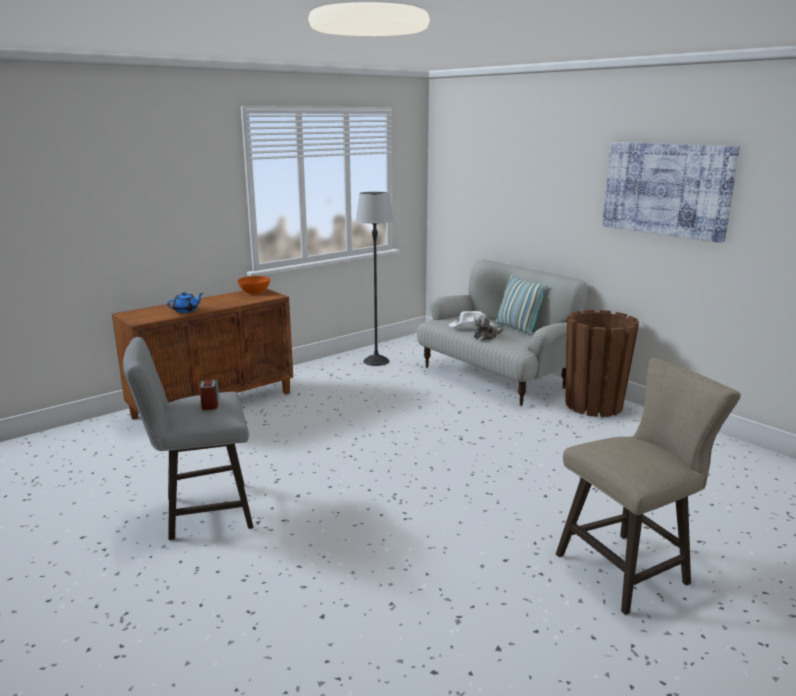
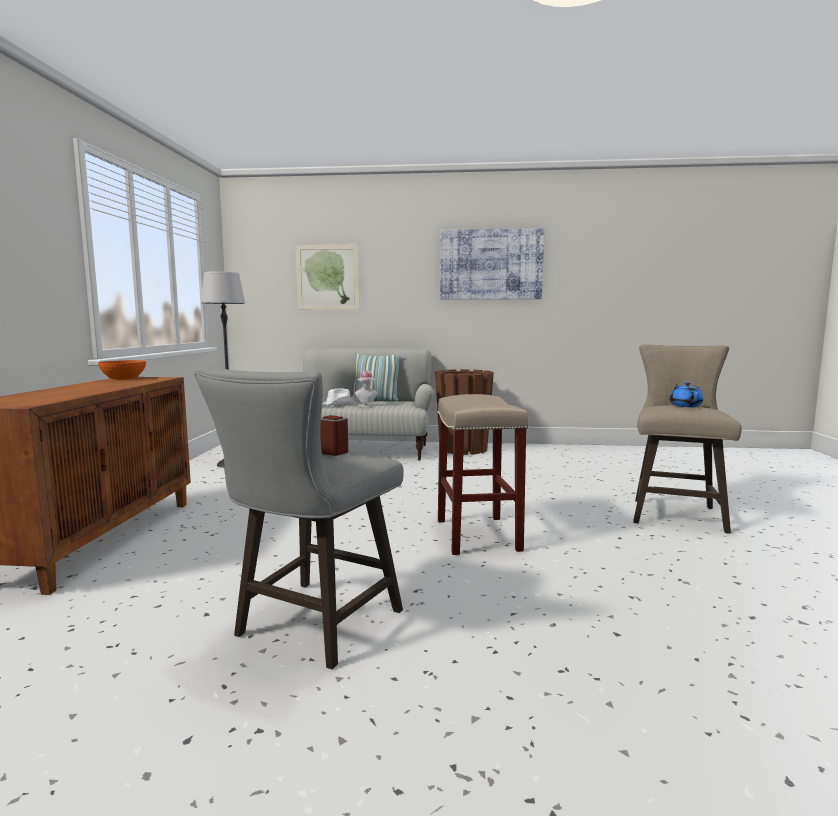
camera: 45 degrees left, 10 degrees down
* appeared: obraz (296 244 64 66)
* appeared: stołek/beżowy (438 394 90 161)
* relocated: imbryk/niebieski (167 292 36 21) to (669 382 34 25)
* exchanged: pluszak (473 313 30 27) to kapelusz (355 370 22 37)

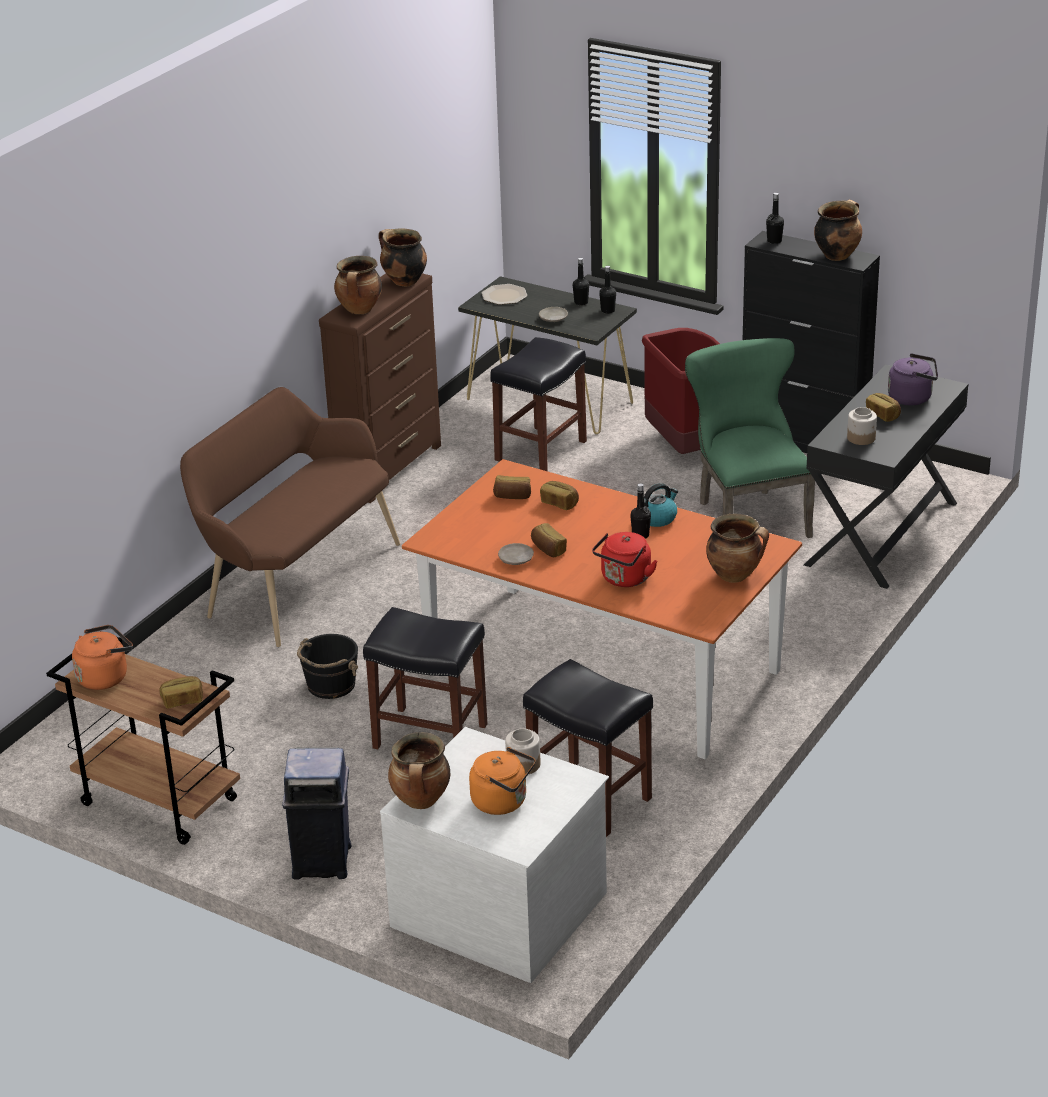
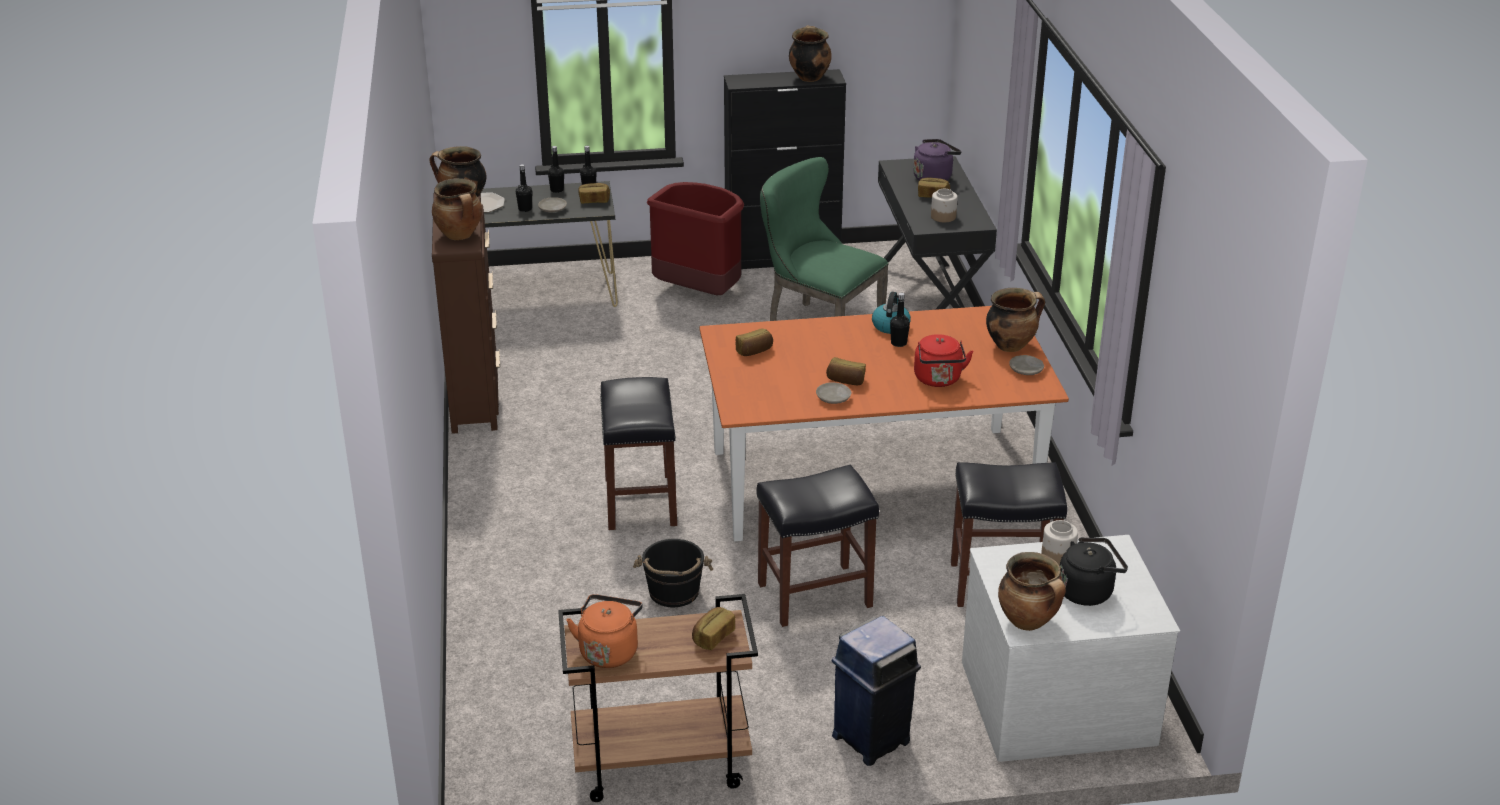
camera: 40 degrees left, 0 degrees up
* missing: ławka/brązowy (180 387 220 260)
* appeared: talerz/beżowy (1009 355 35 20)
* relocated: stołek/czarny (490 337 97 134) to (600 377 77 153)
* relocated: chleb (540 481 39 29) to (578 183 32 21)
* relocated: butelka/czarny (766 193 18 51) to (516 164 16 48)
* colour: czajnik/pomarańczowy (469 747 66 68) to czajnik/czarny (1059 537 69 69)

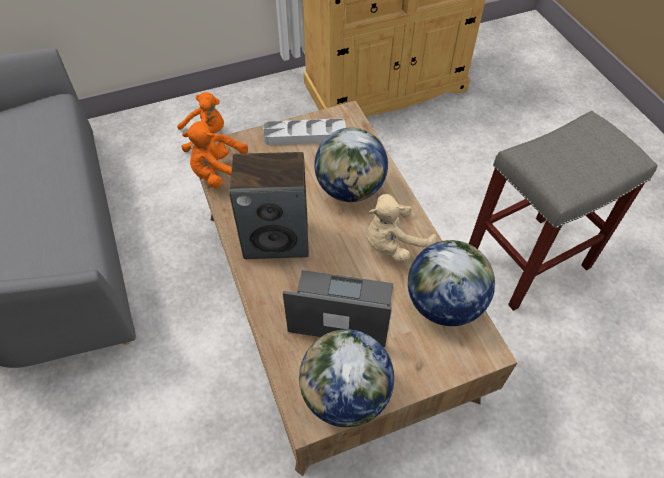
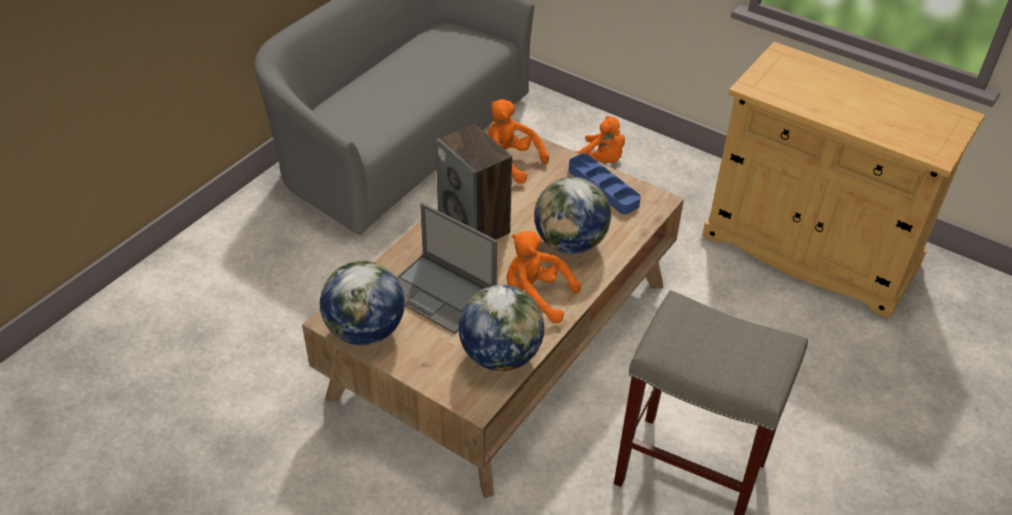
camera: 55 degrees right, 10 degrees down
* colour: taca/szary (263 118 83 27) to taca/niebieski (569 153 72 61)
* colour: pluszak/beżowy (367 194 70 69) to pluszak/pomarańczowy (507 231 74 92)
* spun: laptop (283 270 110 77) = (396 203 101 131) 150 degrees clockwise

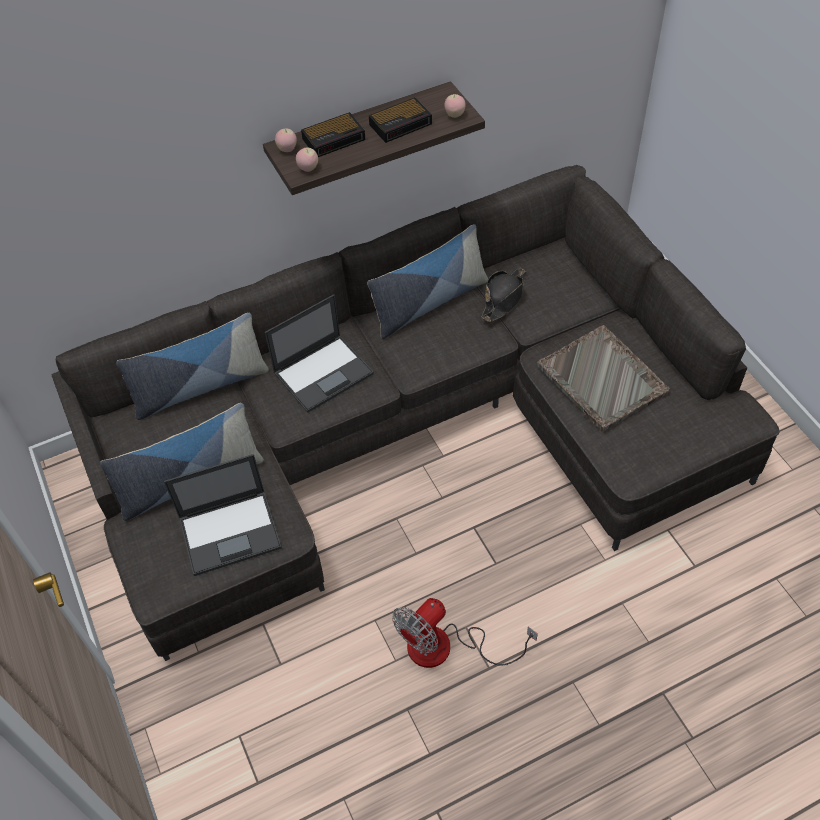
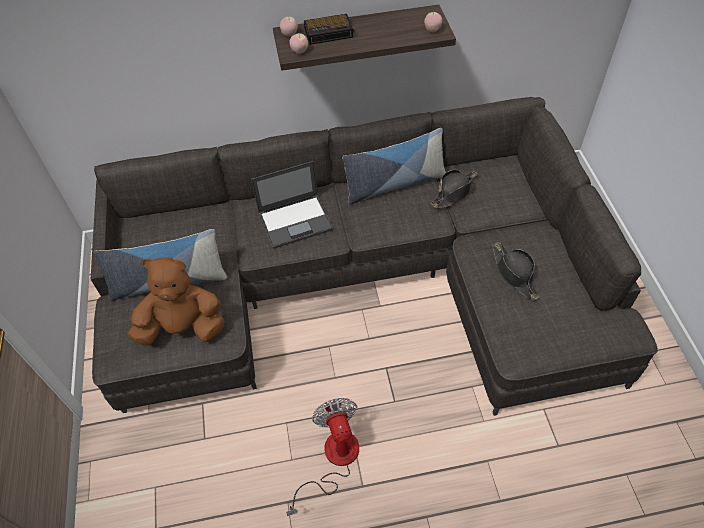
camera: 15 degrees right, 0 degrees up
* missing: poduszka (116 313 153 107)
* missing: budzik (369 98 63 45)
* exchanged: laptop (164 454 118 122) to pluszak/brązowy (127 258 98 88)
* exchanged: taca/szary (537 325 133 107) to kapelusz/czarny (492 242 48 59)
* spun: wentylator (392 598 146 70) = (286 398 73 118) 105 degrees clockwise

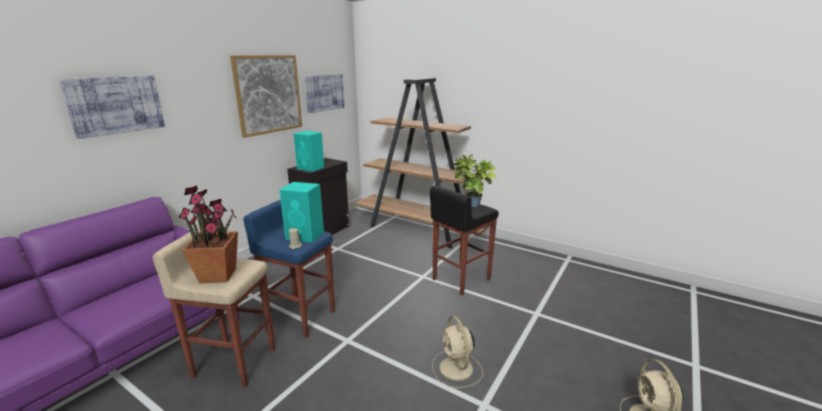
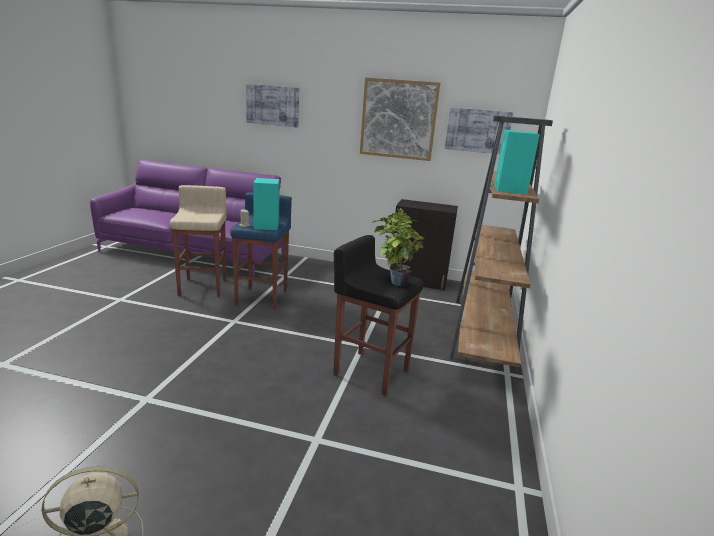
camera: 70 degrees right, 0 degrees up
* missing: roślina doniczkowa (178 186 60 97)
* missing: wentylator/beżowy (432 316 51 72)
* relocated: głośnik/turkusowy (293 131 31 41) to (494 130 46 64)

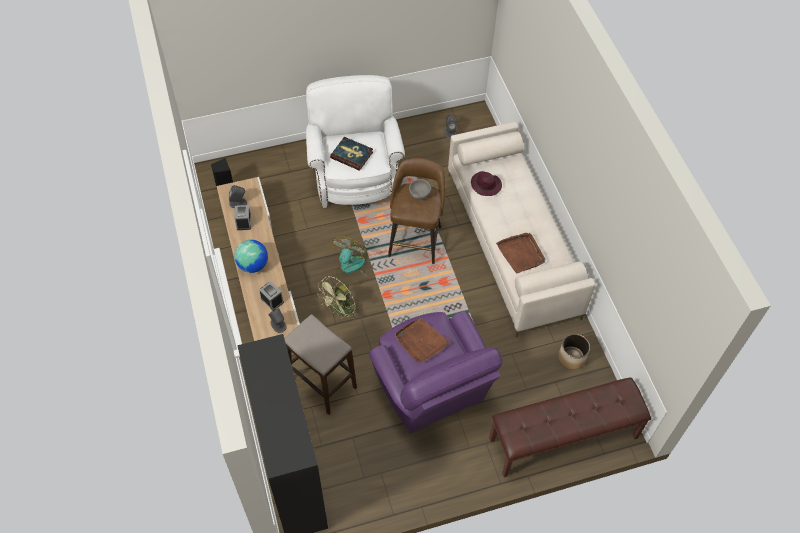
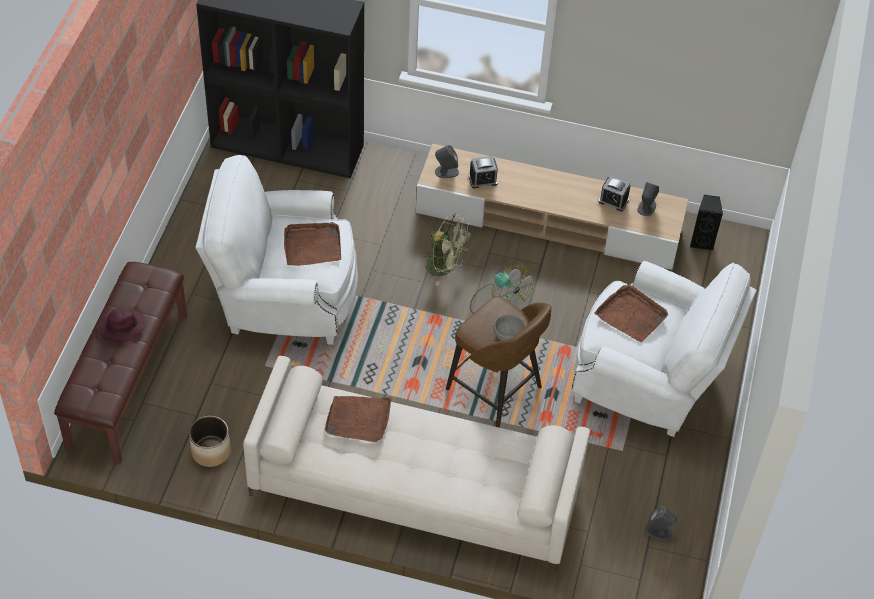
camera: 120 degrees right, 5 degrees down
* missing: globus (234 240 34 33)
* missing: stołek (284 314 73 101)
* relocated: kapelusz/fioletowy (471 171 31 25) to (98 308 48 34)
* exchanged: książka (330 137 43 34) to taca/brązowy (594 284 74 58)
* colour: fotel/fioletowy (369 311 134 123) to fotel/biały (195 155 163 190)
* spun: wentylator/zielony (318 276 42 43) = (423 213 48 73) 135 degrees clockwise

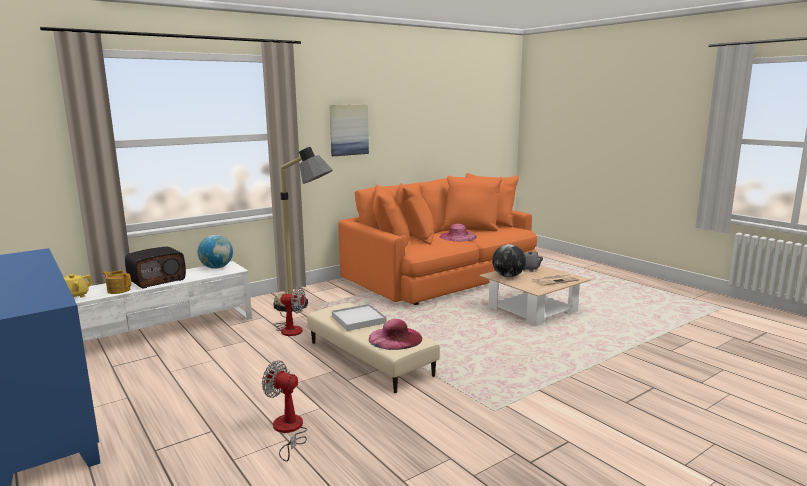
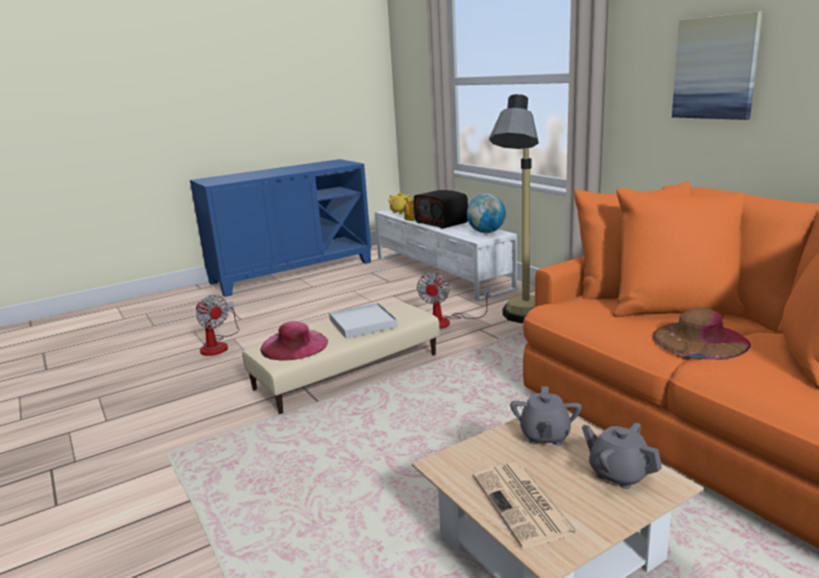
camera: 95 degrees right, 5 degrees up
* exchanged: globus (492 244 34 33) to imbryk/szary (510 386 72 59)
* colour: kapelusz/różowy (440 223 37 18) to kapelusz/brązowy (652 308 99 51)
* spun: wentylator (262 360 45 102) = (196 295 43 61) 105 degrees clockwise

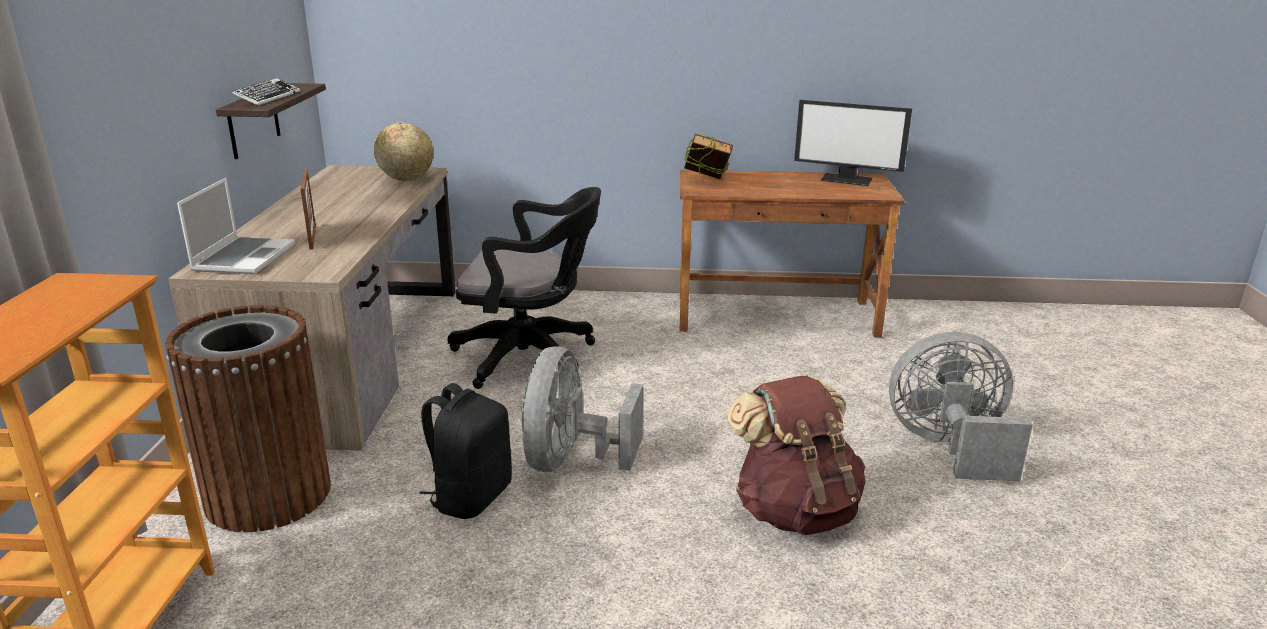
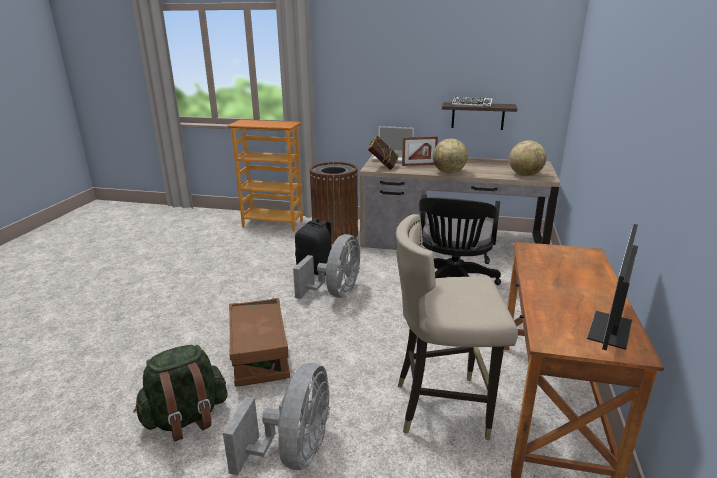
camera: 100 degrees right, 0 degrees up
* appeared: plecak/zielony (133 345 95 97)
* appeared: stołek/beżowy (396 214 122 226)
* appeared: globus (433 139 35 34)
* relocated: książka (684 134 49 45) to (368 136 31 34)
* exchanged: plecak/brązowy (727 376 139 159) to pojemnik do przechowywania/brązowy (229 298 61 89)
* spun: wentylator/szary (521 346 122 126) = (293 234 67 65) 90 degrees clockwise

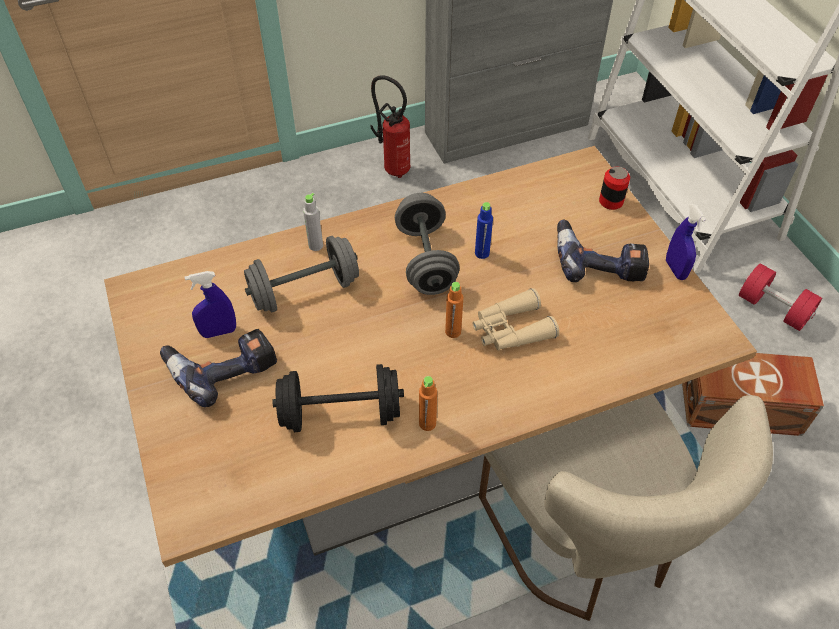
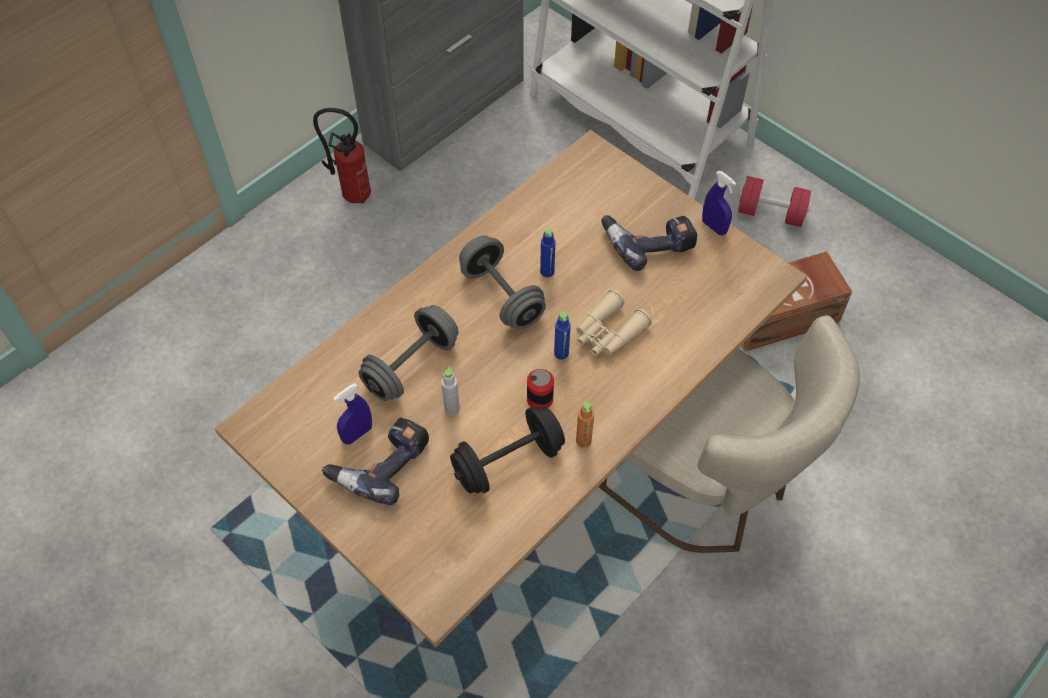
camera: 25 degrees left, 5 degrees up
* relocated: butelka/szary (303 193 20 58) to (441 366 19 50)
* relocated: puszka (599 167 31 43) to (527 369 27 39)
* colour: butelka/pomarańczowy (445 282 18 56) to butelka/niebieski (554 312 17 48)

